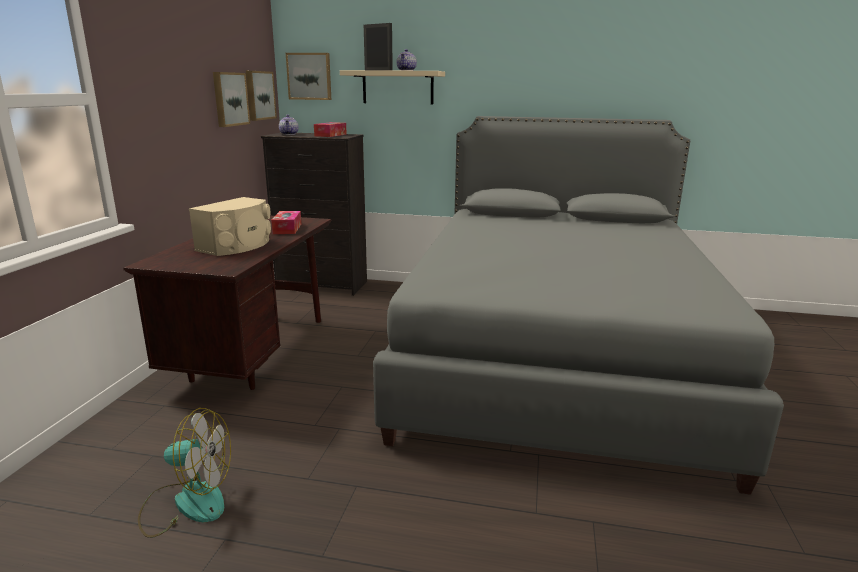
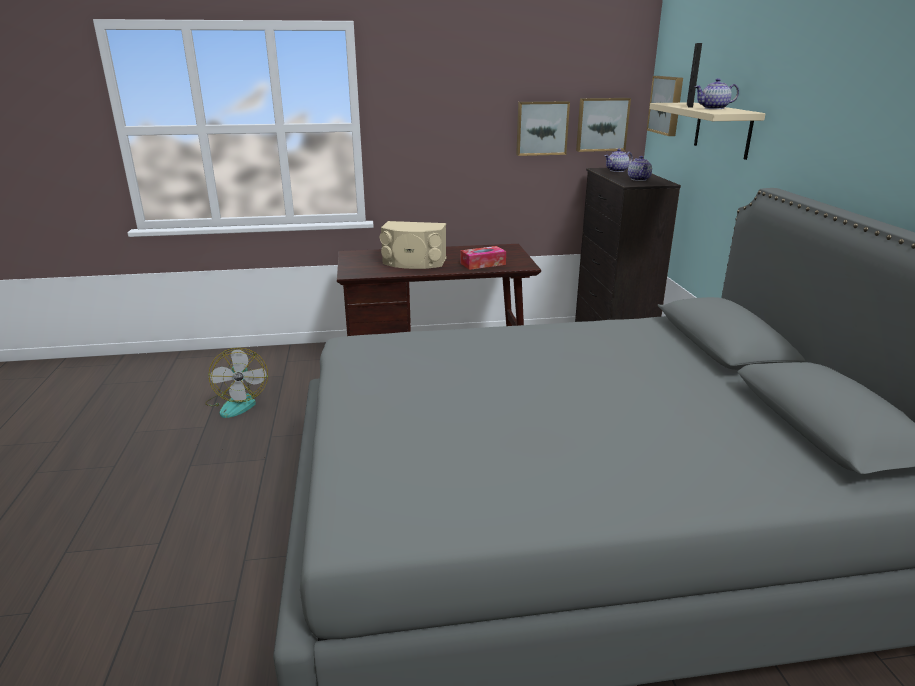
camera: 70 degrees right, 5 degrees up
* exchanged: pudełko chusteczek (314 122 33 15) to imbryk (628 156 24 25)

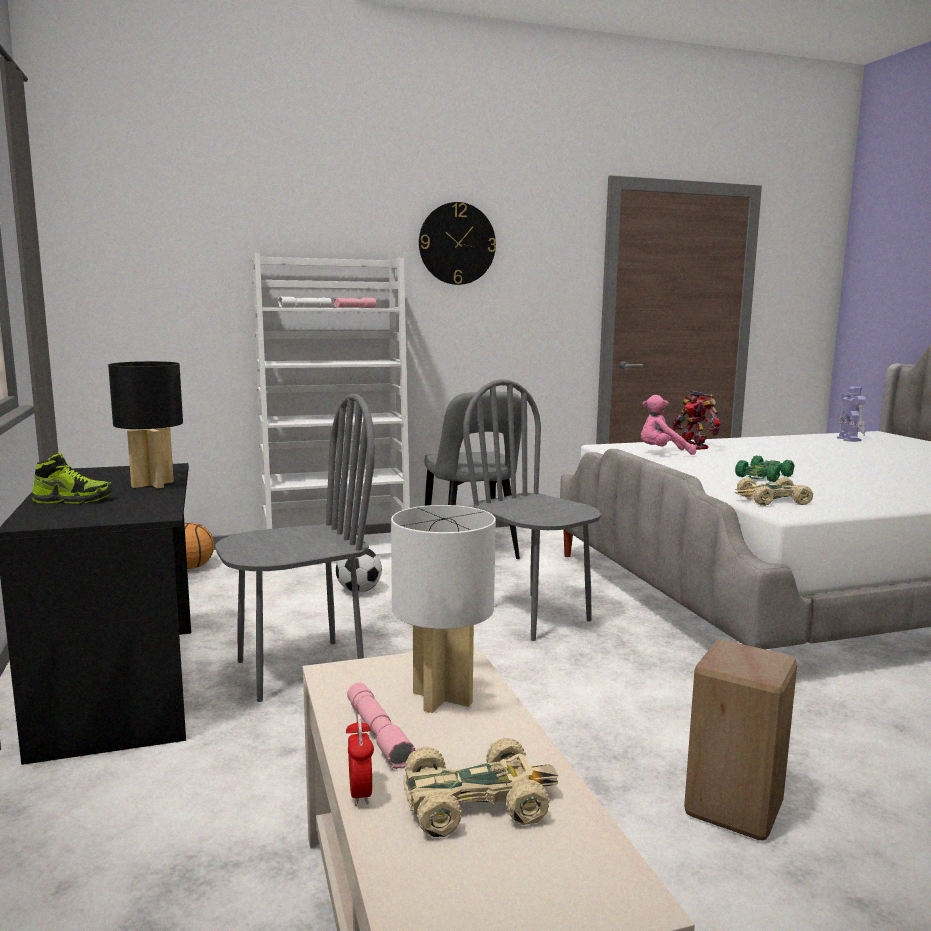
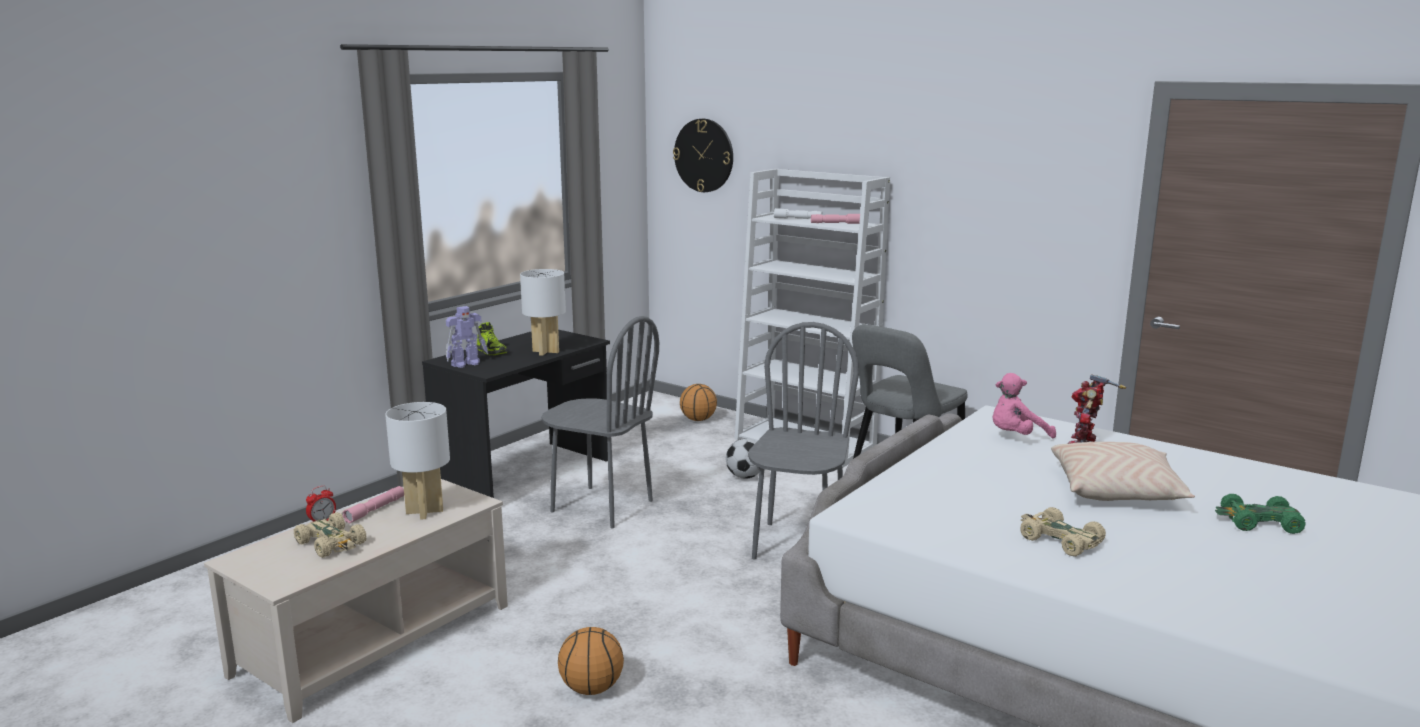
camera: 55 degrees right, 5 degrees up
* appeared: poduszka/beżowy (1051 442 144 59)
* relocated: zegar ścienny (419 202 77 83) to (673 119 60 73)
* relocated: samochodzik/zielony (735 455 60 27) to (1215 494 91 40)
* relocated: samochodzik/beżowy (735 477 78 29) to (1020 507 86 49)
* relocated: robot zabawkowy (837 387 29 55) to (446 306 42 62)
* exchanged: stołek/beżowy (684 640 113 200) to piłka do koszykówki (558 627 66 68)
* colour: lampa stołowa/czarny (108 361 75 127) to lampa stołowa/biały (520 269 46 87)
* spun: pluszak/różowy (641 395 55 60) = (993 373 63 65) 75 degrees counterclockwise

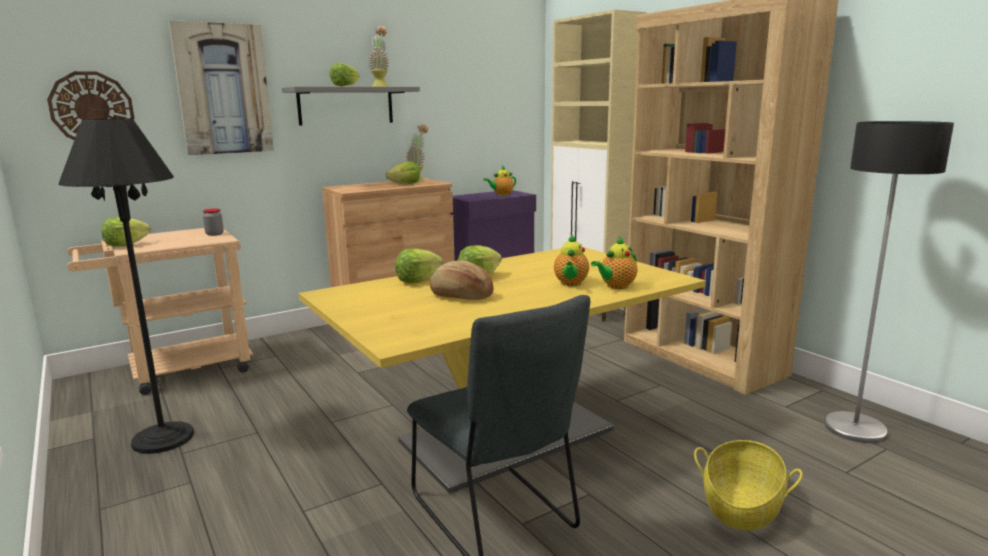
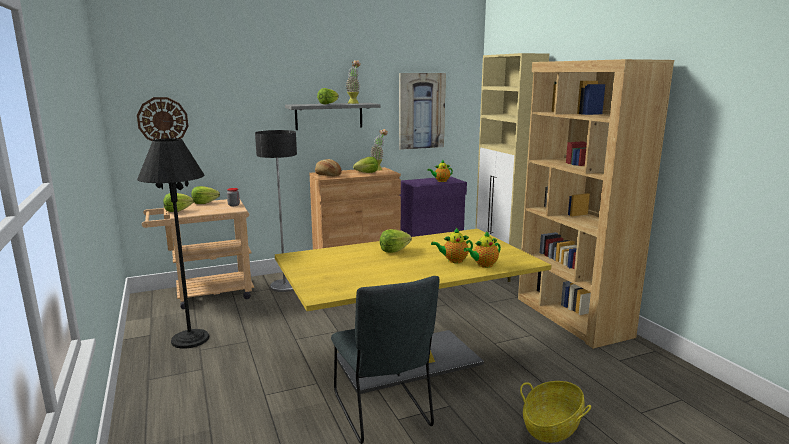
camera: 10 degrees right, 0 degrees up
* relocated: obraz (168 20 106 135) to (399 73 47 77)
* relocated: sałata (395 248 48 35) to (191 186 29 18)
* relocated: chleb (430 260 64 40) to (315 159 27 17)
* relocated: lampa stojąca (824 121 130 322) to (255 130 42 162)
* spun: imbryk (554 235 35 51) = (431 228 42 35) 60 degrees clockwise

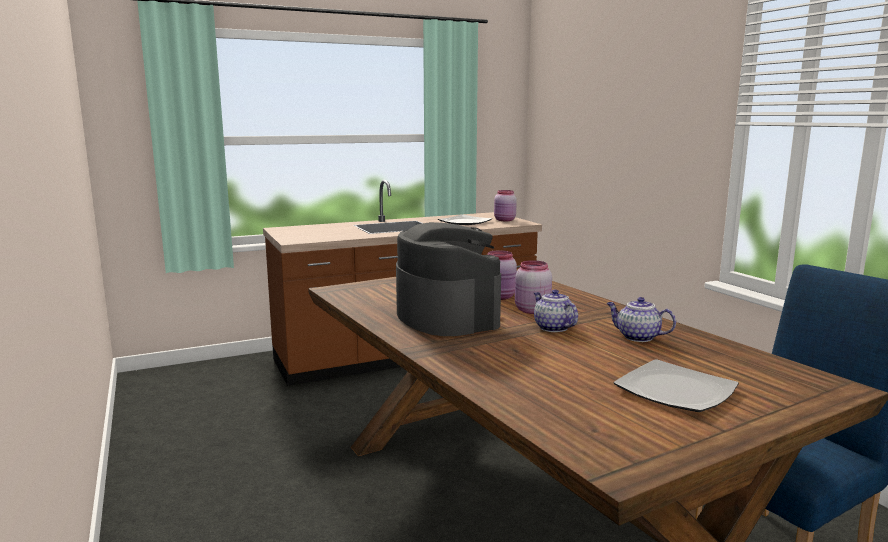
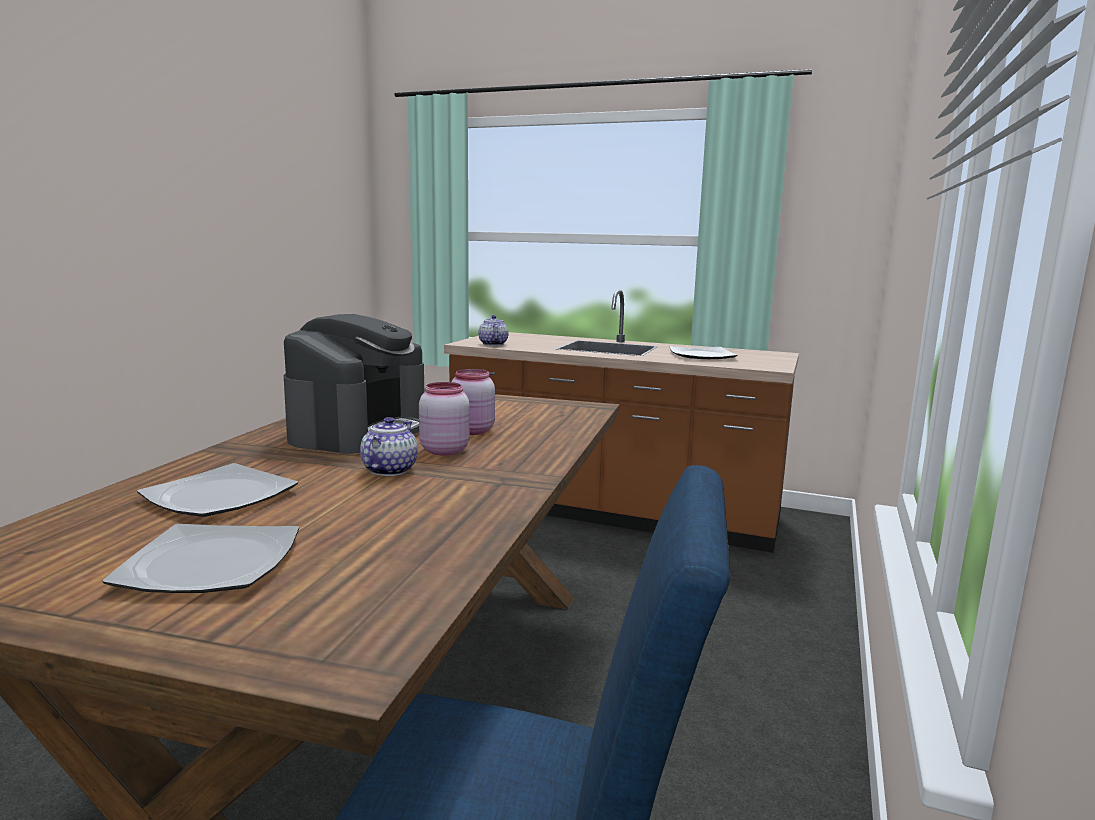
camera: 45 degrees right, 0 degrees up
* missing: słoik/różowy (494 190 23 31)
* appeared: talerz (137 463 161 54)
* relocated: imbryk (607 297 69 45) to (478 315 31 31)

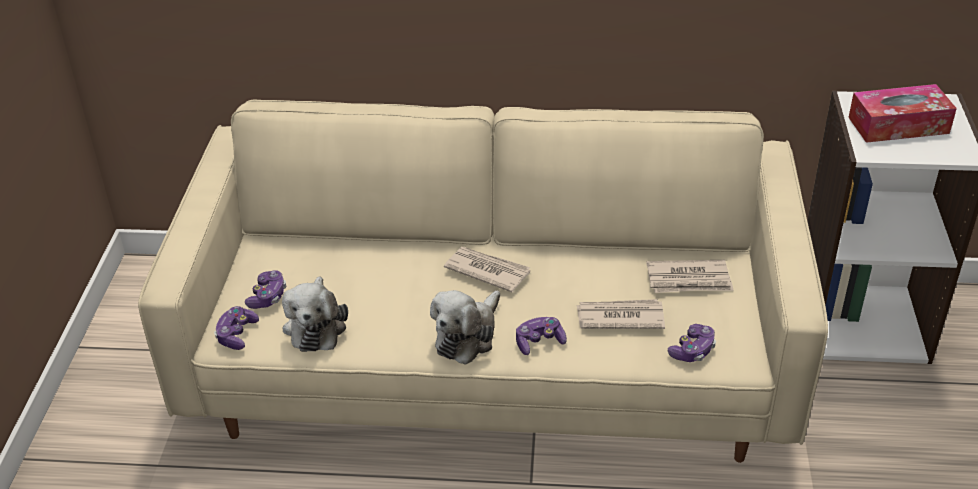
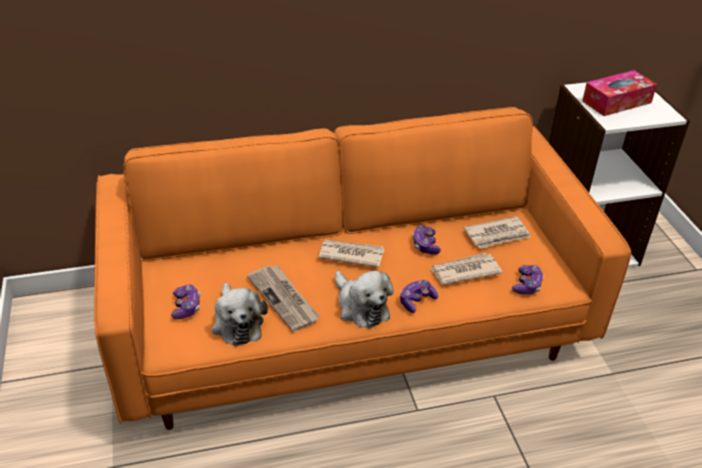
camera: 20 degrees left, 0 degrees up
* appeared: gazeta (247 265 73 67)
* relocated: pad do gier (214 306 45 44) to (413 226 28 29)
* colour: kanapa/beżowy (138 100 690 363) to kanapa/pomarańczowy (94 107 537 323)
* spun: pluszak (430 290 70 75) = (335 270 59 58) 45 degrees counterclockwise

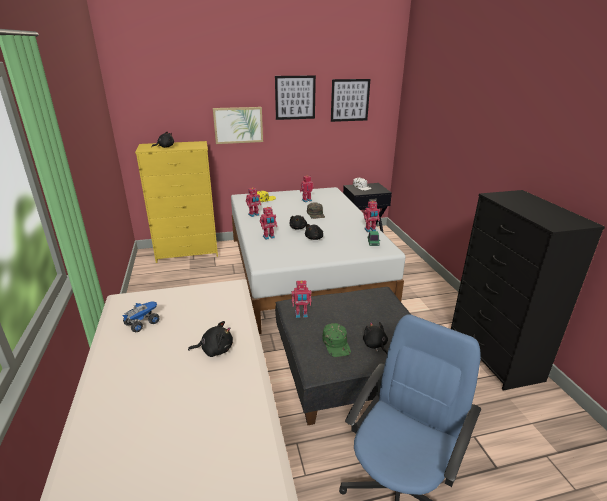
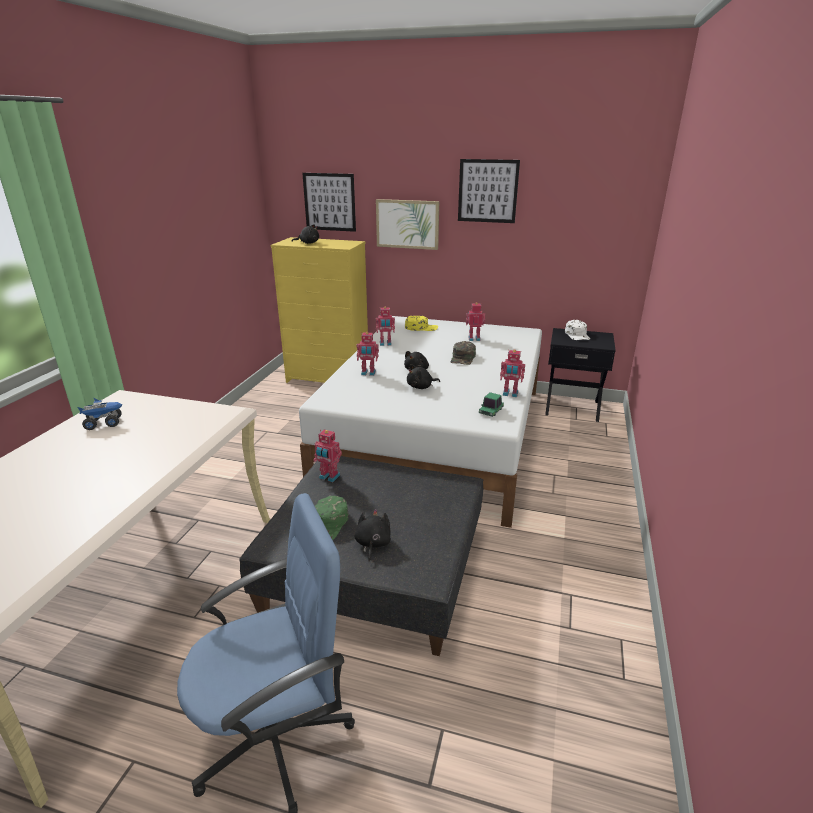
camera: 30 degrees right, 0 degrees up
* missing: pluszak/czarny (188 321 45 36)
* missing: komoda/czarny (451 190 154 201)
* relocated: obraz (331 79 39 43) to (302 173 54 59)

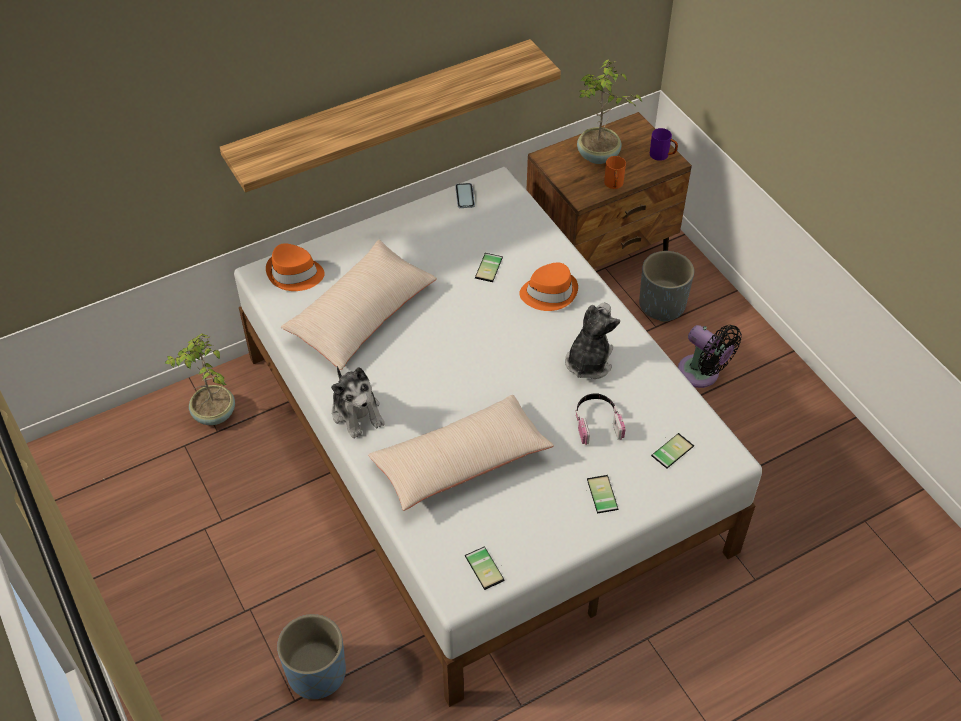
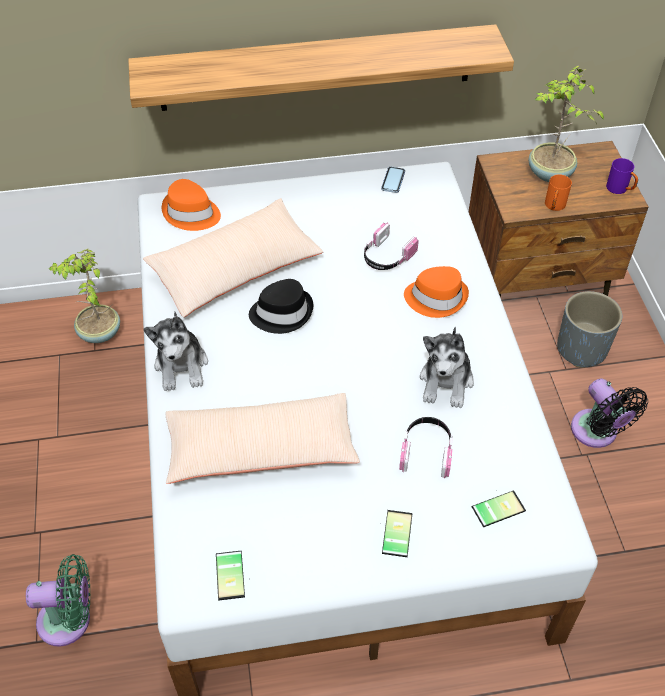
camera: 20 degrees right, 0 degrees up
* appeared: kapelusz/czarny (249 279 64 55)
* exchanged: donica/niebieski (277 614 69 86) to wentylator/zielony (26 554 65 92)
* exchanged: telefon (475 253 28 29) to słuchawki (364 223 55 47)
* spun: pluszak (565 303 55 76) = (420 327 54 81) 150 degrees clockwise

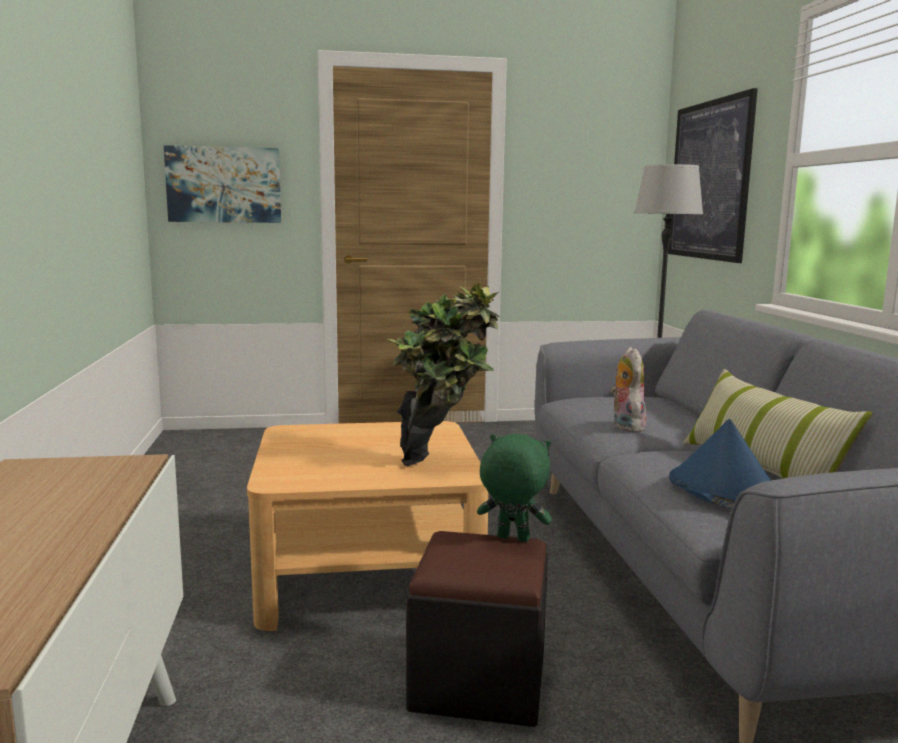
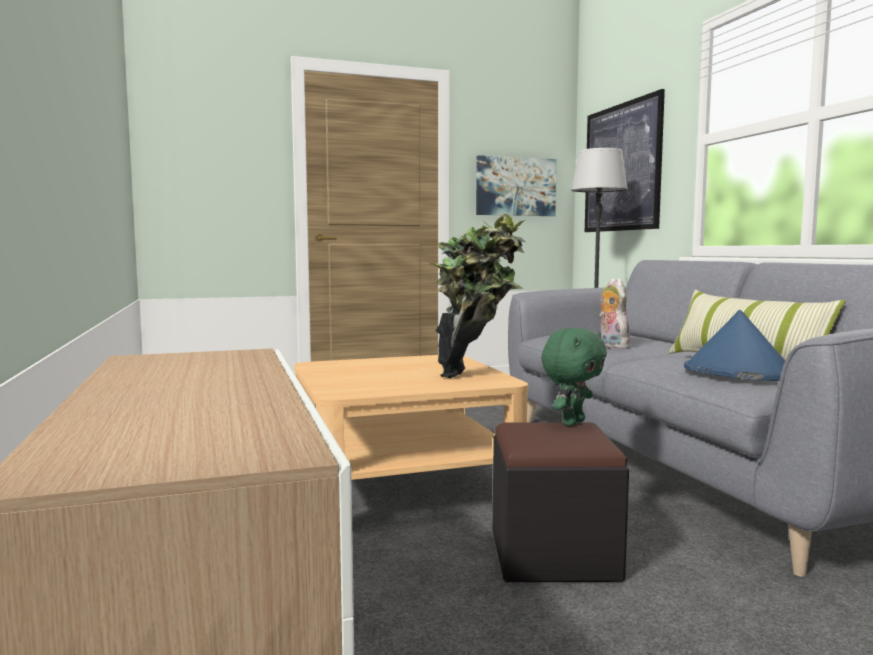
camera: 10 degrees left, 5 degrees down
* relocated: obraz (164 145 117 78) to (476 155 81 61)
* spun: pluszak/zielony (477 434 75 108) = (541 328 66 98) 120 degrees clockwise

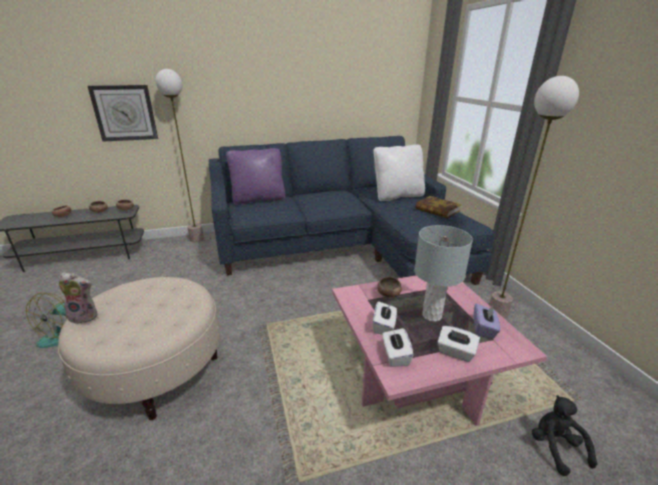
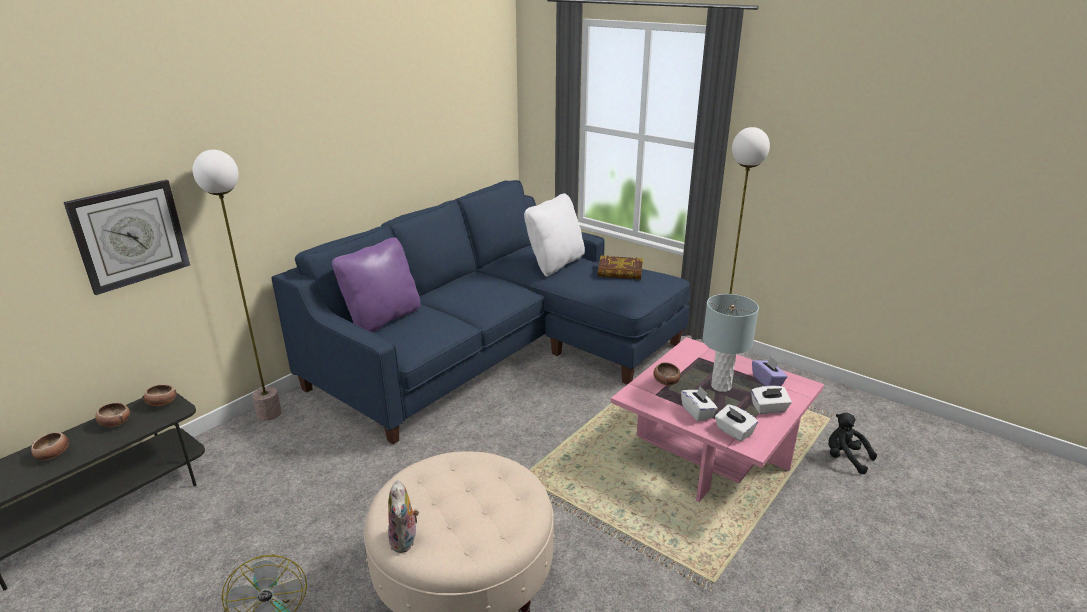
camera: 35 degrees left, 0 degrees up
* spun: pluszak (59 273 38 51) = (388 480 31 73) 120 degrees clockwise

